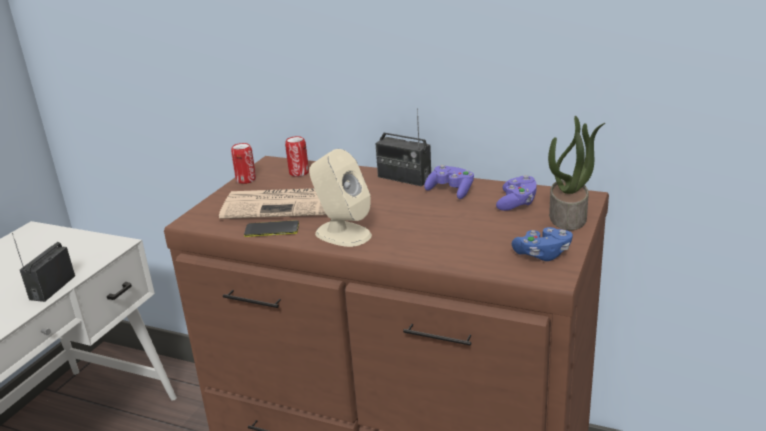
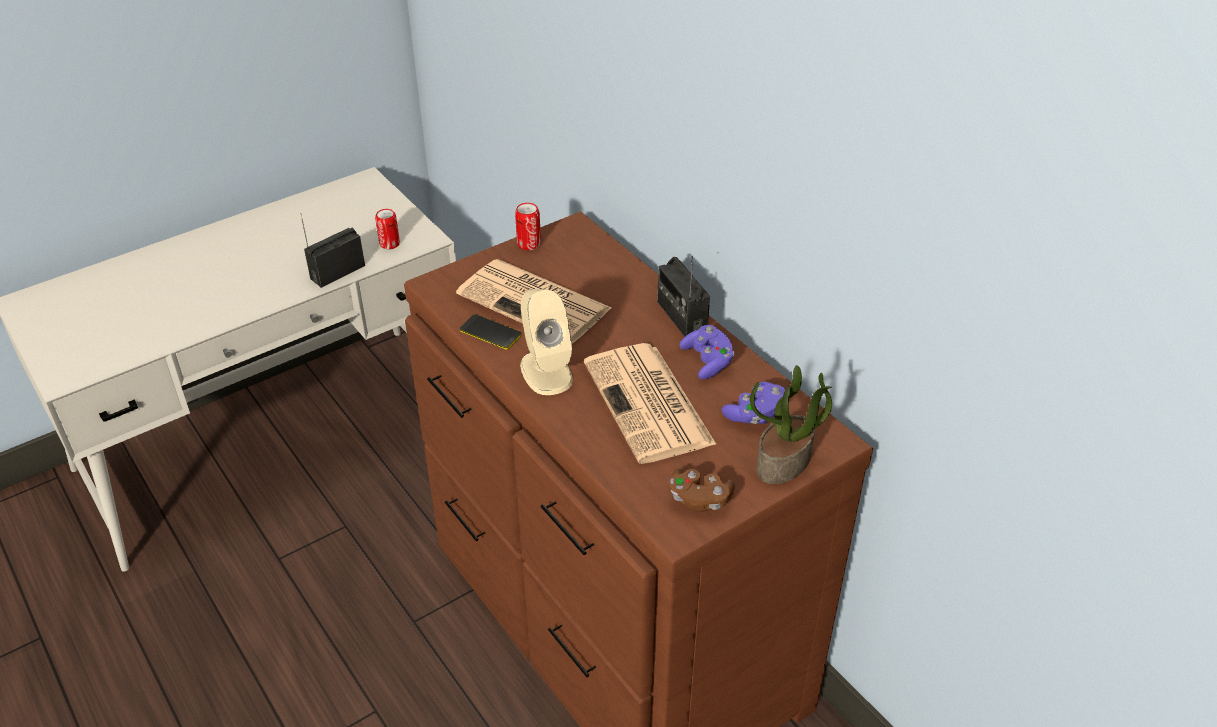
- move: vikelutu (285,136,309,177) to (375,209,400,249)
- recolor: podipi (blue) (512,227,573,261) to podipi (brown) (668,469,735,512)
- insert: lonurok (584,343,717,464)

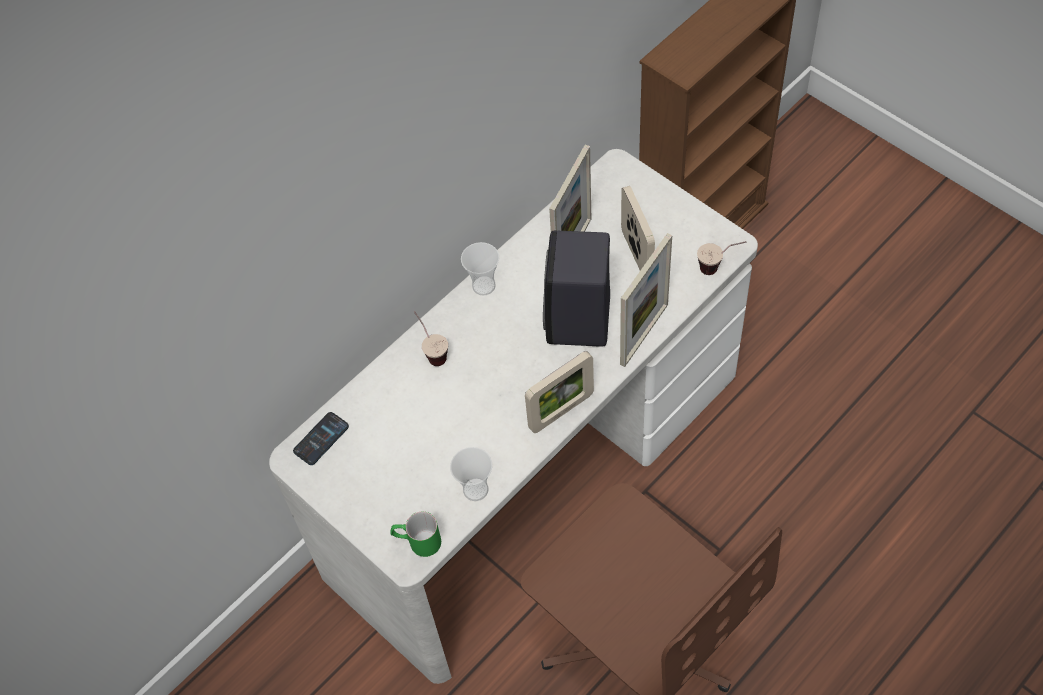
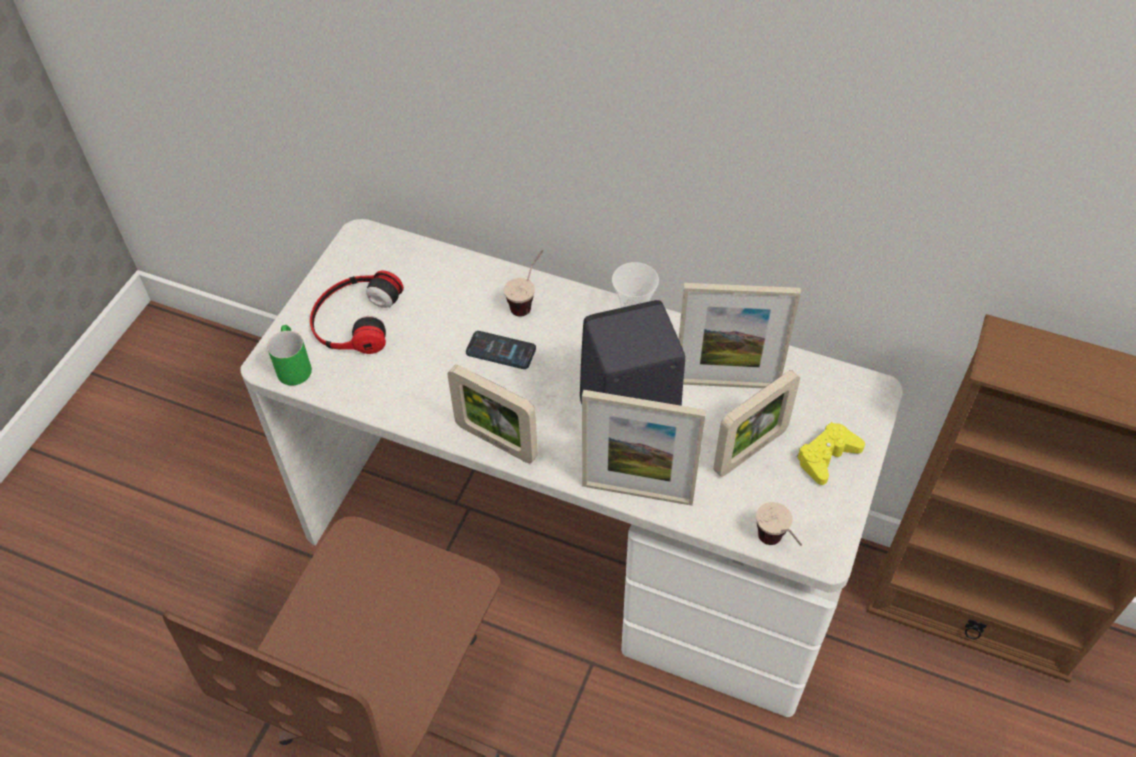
- move: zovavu (293,412,349,465) to (466,331,536,369)
- delete: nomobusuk (450,447,493,501)
- insert: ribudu (310,271,404,354)
- insert: podipi (yellow) (797,422,865,485)

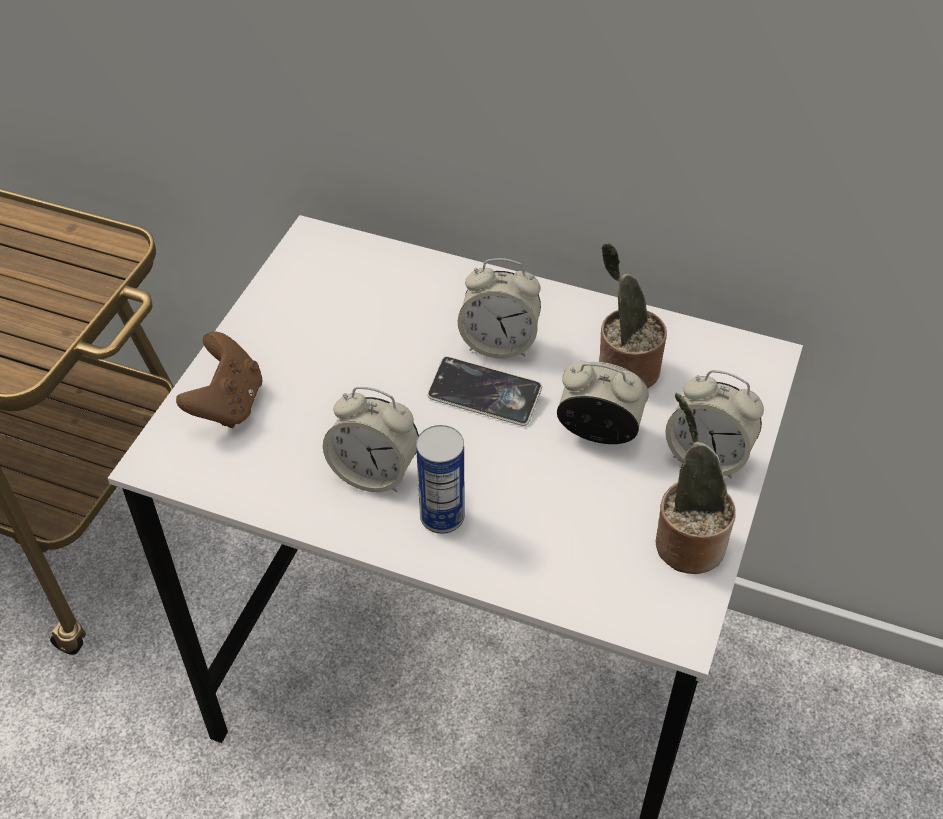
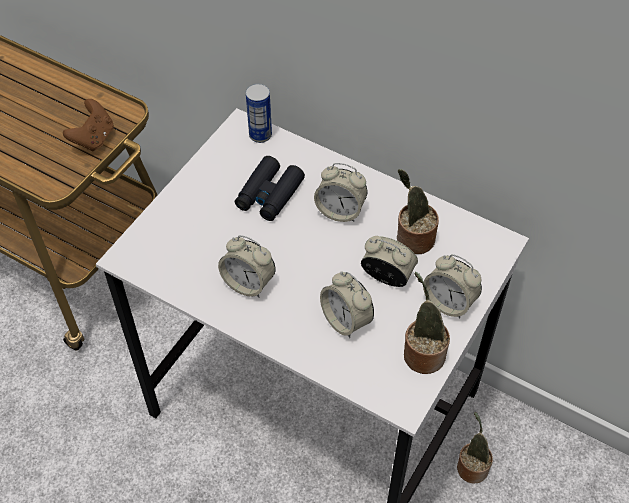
- move: podipi (brown) (176,331,262,428) to (63,99,114,151)
- delete: zovavu (427,356,542,426)
- move: vikelutu (416,425,465,534) to (246,84,272,143)
- insert: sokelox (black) (235,156,305,221)
- insert: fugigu (320,272,374,338)
- insert: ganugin (457,412,493,484)

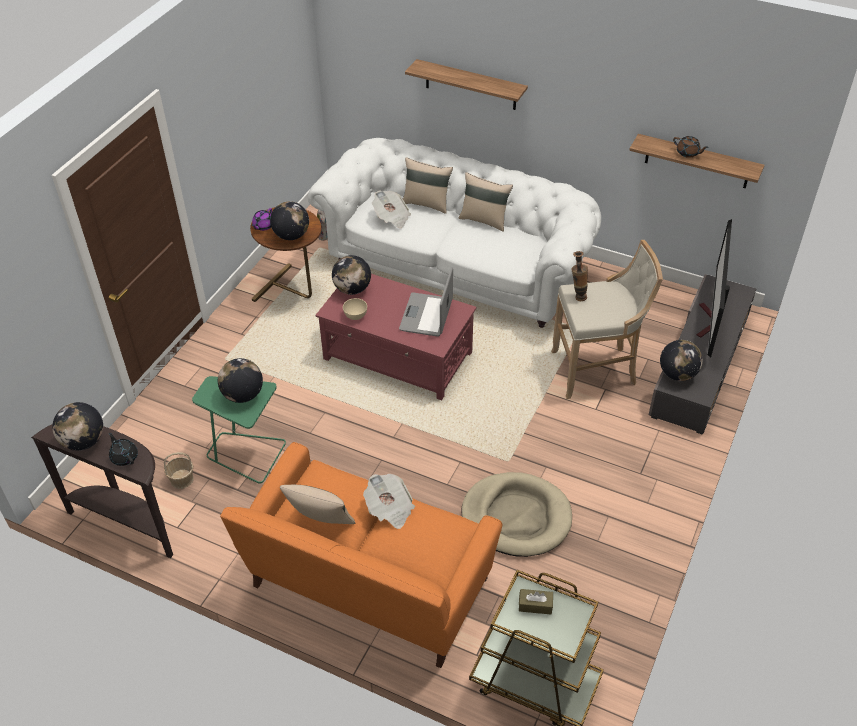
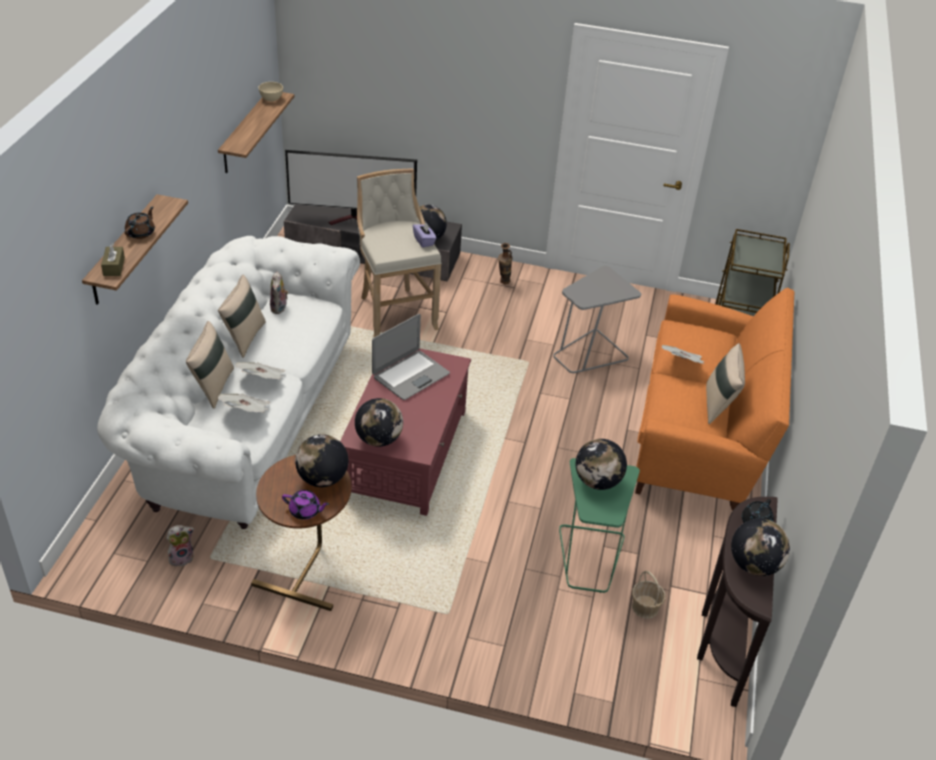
- move: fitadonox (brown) (673,136,709,158) to (125,207,155,239)
- move: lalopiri (571,251,588,301) to (498,243,513,284)
- rotate: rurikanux (399,267,453,337) = (372,314,450,400) 45 degrees counterclockwise
- move: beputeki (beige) (343,298,367,320) to (258,82,283,102)
- replace: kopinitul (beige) (461,472,572,557) to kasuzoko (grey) (553,266,641,373)
- move: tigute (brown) (519,589,553,615) to (101,243,125,276)
- insert: tigute (purple) (413,222,437,248)
- insert: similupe (270,271,289,314)
- insert: lonurok (235,362,285,379)

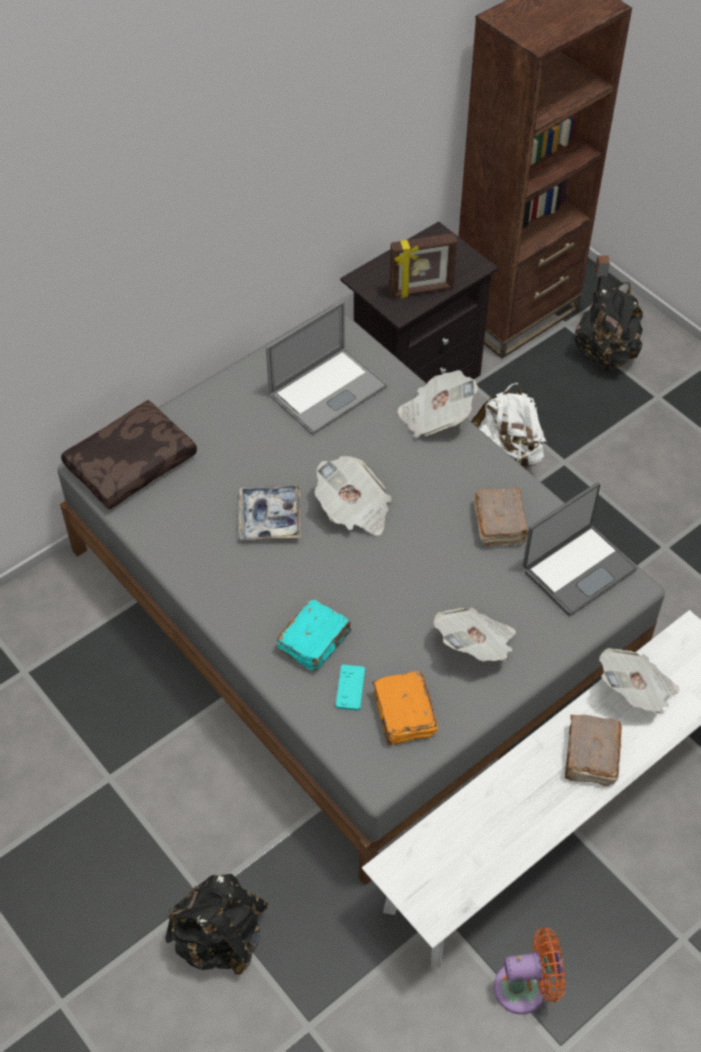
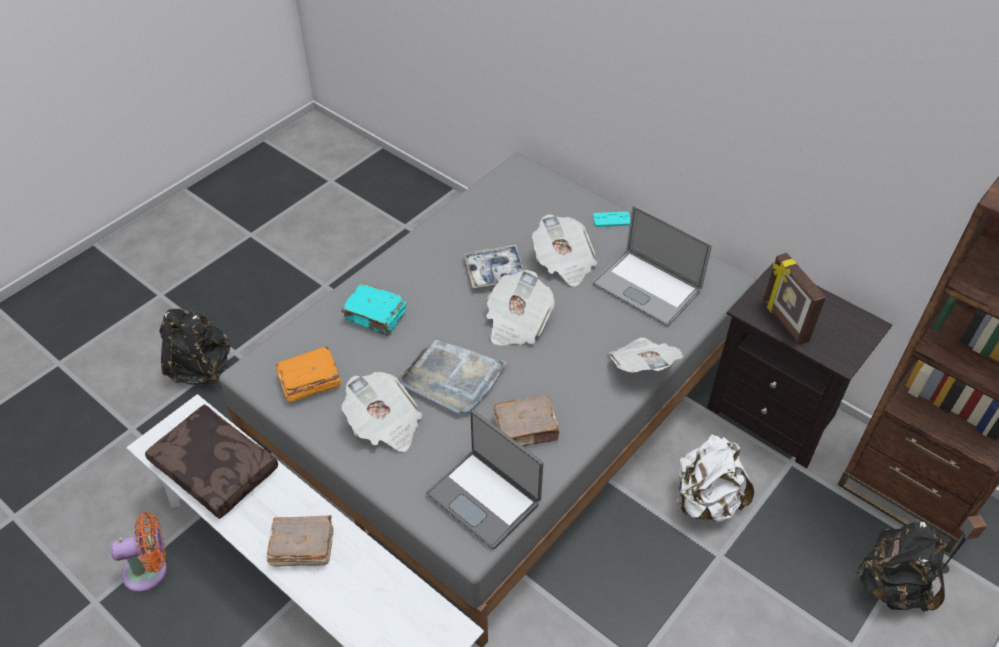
- move: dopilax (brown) (61,400,197,510) to (145,404,278,519)
- move: lonurok (599,648,680,713) to (532,214,597,287)
- move: podipi (turquoise) (336,665,365,711) to (593,212,630,227)
- rotate: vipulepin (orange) (494,927,565,1014) = (110,512,167,592) 90 degrees counterclockwise
- insert: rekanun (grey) (398,340,507,413)

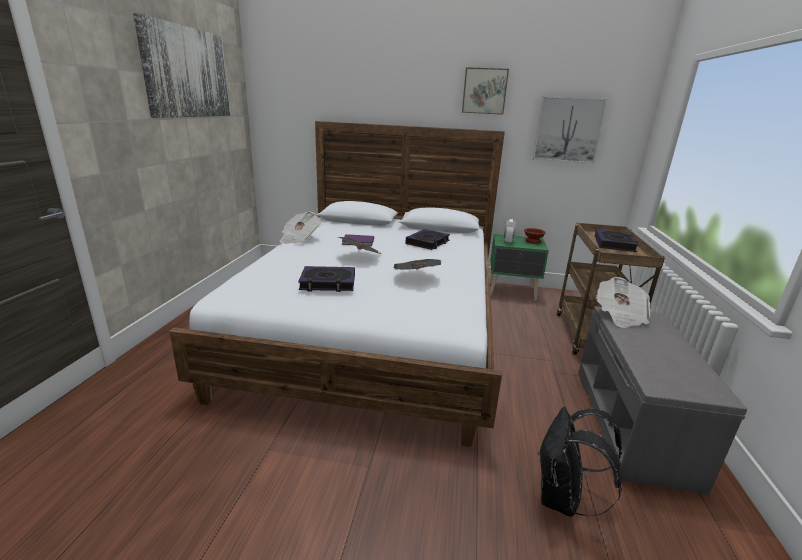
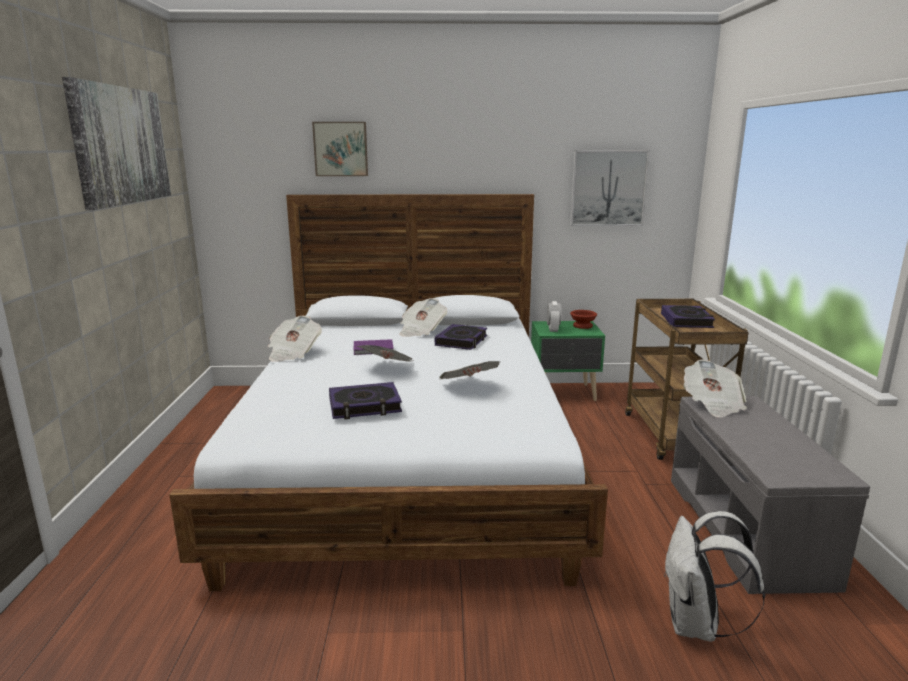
- move: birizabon (462,67,509,115) to (312,122,368,176)
- recolor: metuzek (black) (538,407,622,517) to metuzek (white) (664,511,765,642)
- insert: lonurok (400,298,447,337)

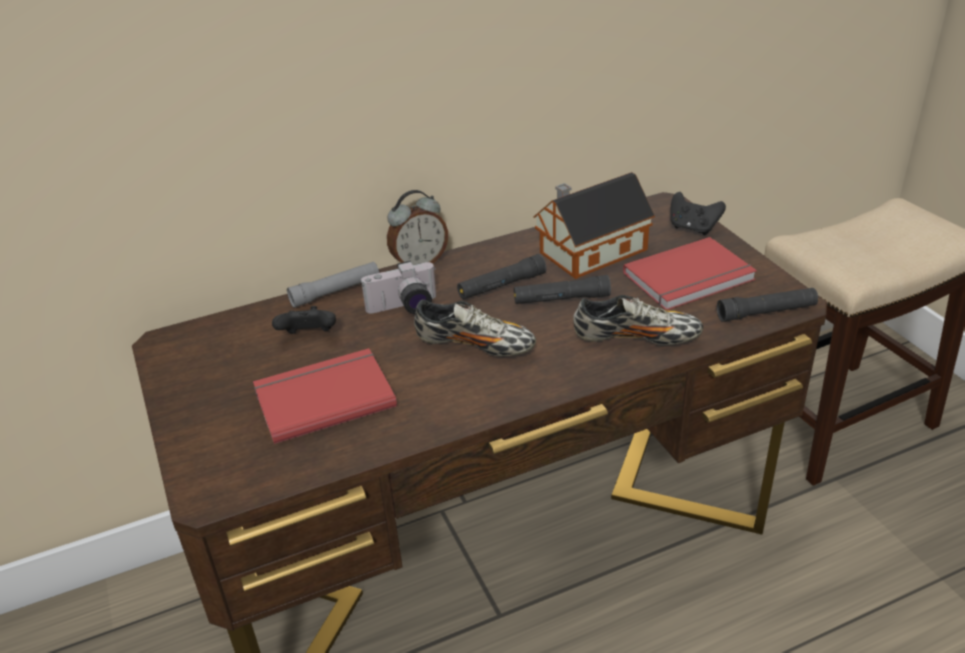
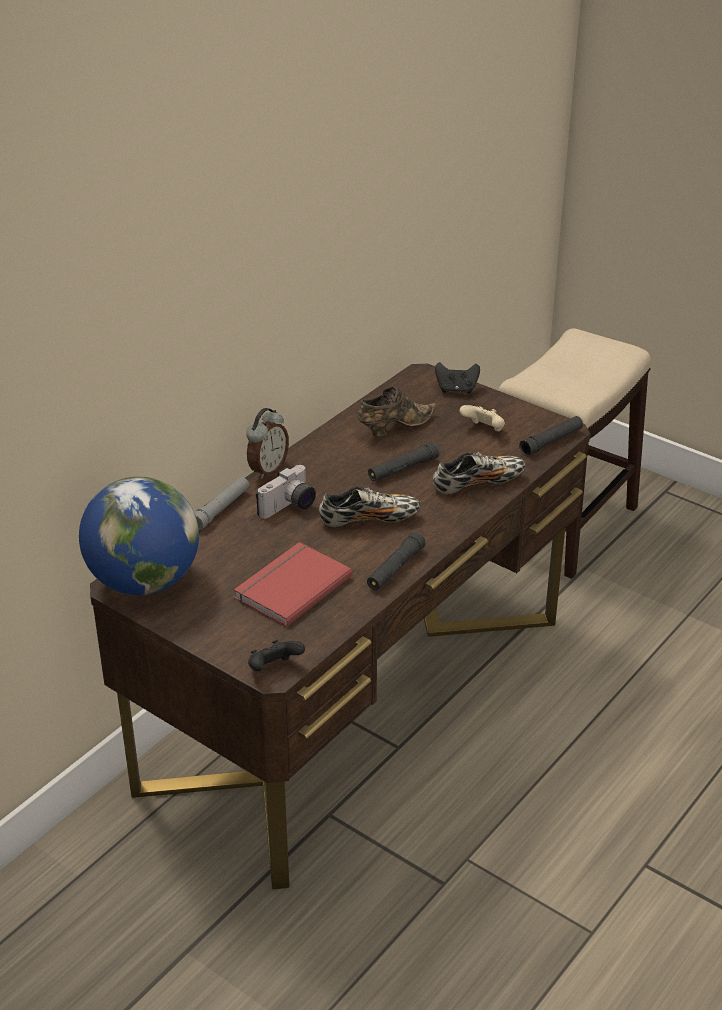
- replace: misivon (533,172,655,279) to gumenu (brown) (357,387,436,437)
- replace: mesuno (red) (623,237,757,310) to podipi (beige) (459,405,505,431)
- move: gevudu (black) (457,254,547,299) to (367,532,426,590)
- move: podipi (black) (272,306,336,334) to (248,640,305,671)
- insert: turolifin (79,477,199,595)

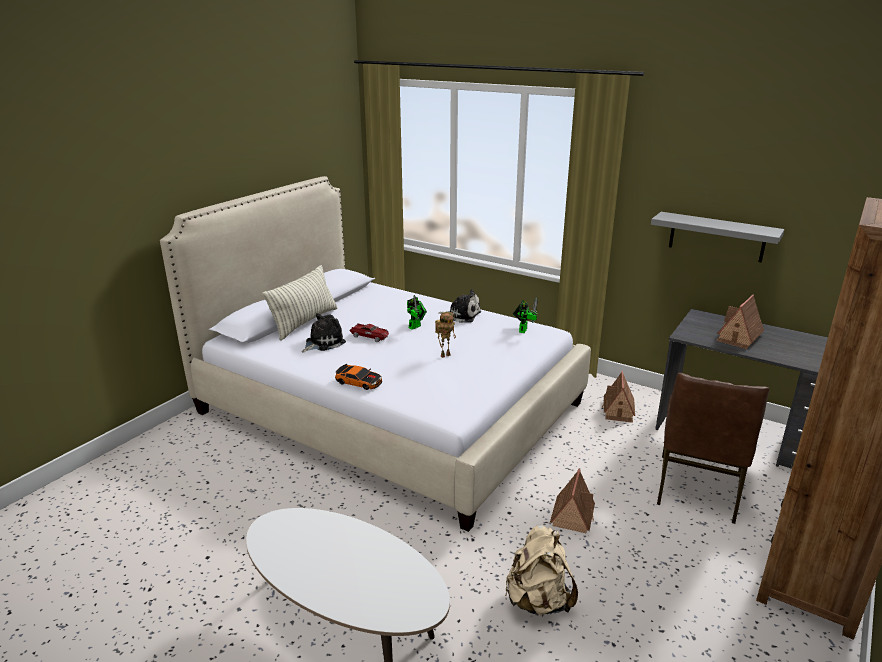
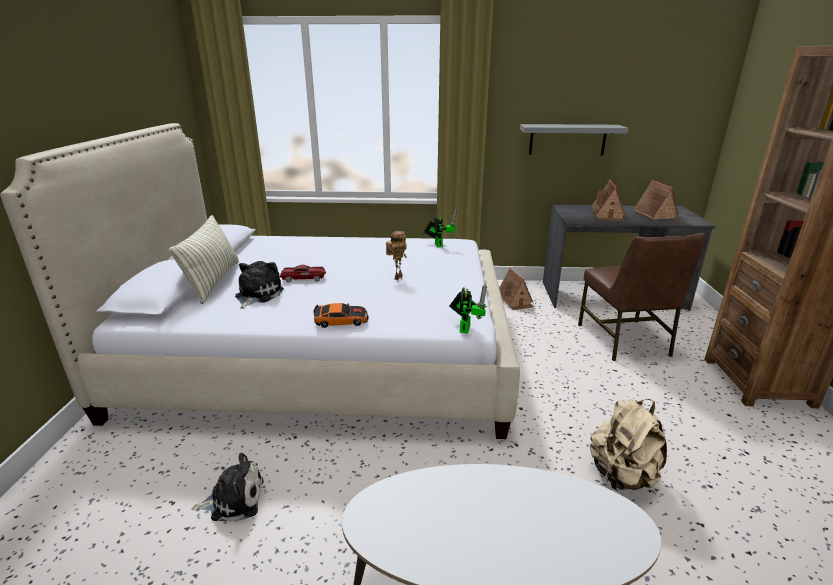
- move: similupe (438,289,481,323) to (191,453,264,522)
- move: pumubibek (407,295,427,330) to (449,284,487,334)
- move: misivon (550,469,595,533) to (633,180,679,220)

